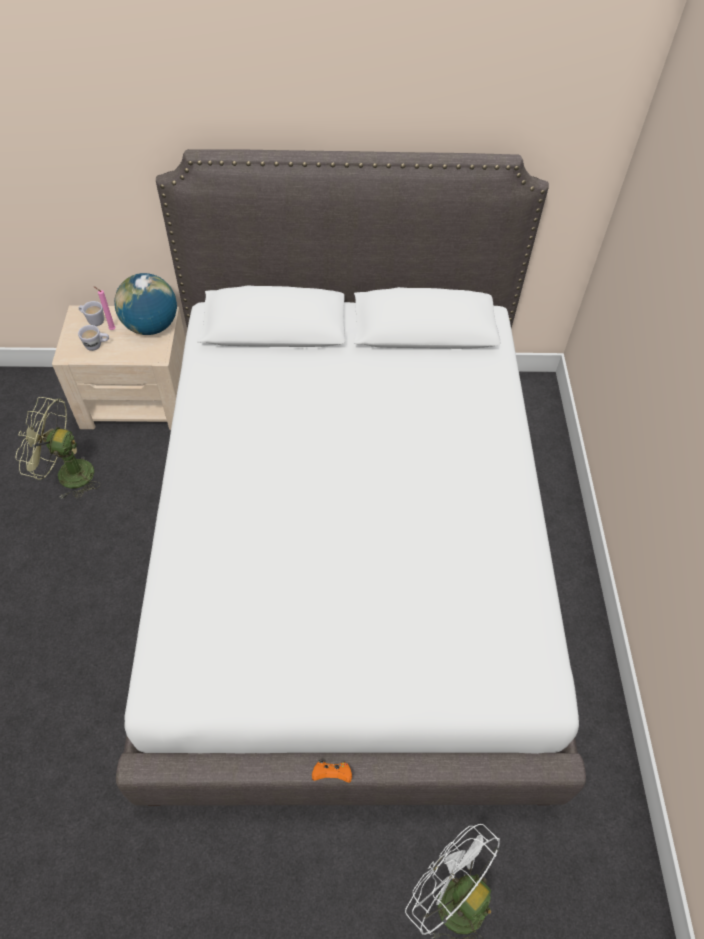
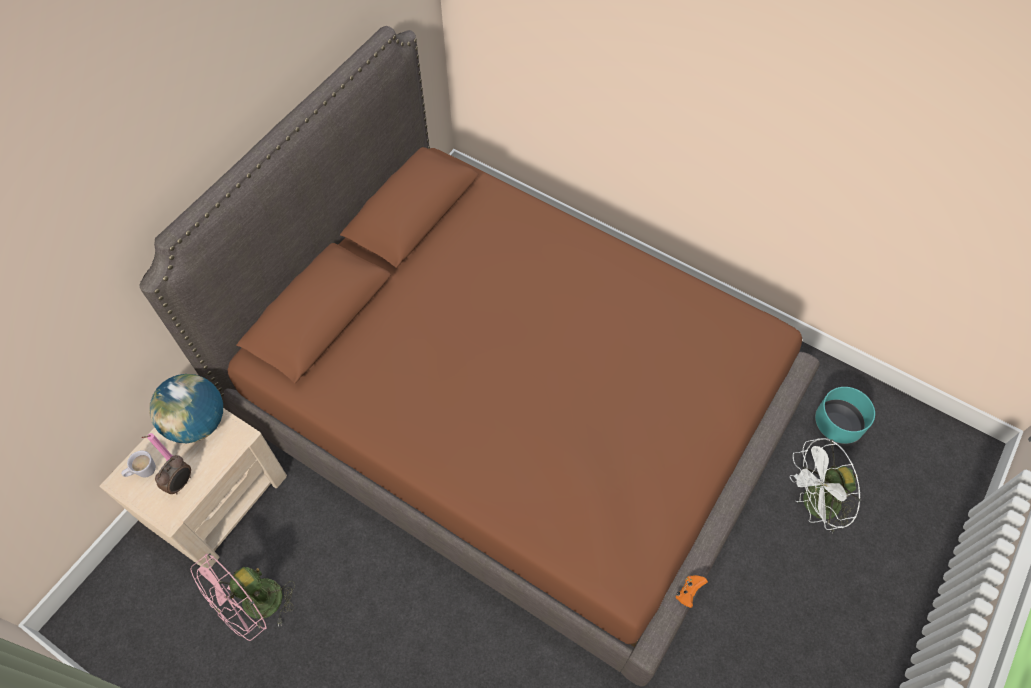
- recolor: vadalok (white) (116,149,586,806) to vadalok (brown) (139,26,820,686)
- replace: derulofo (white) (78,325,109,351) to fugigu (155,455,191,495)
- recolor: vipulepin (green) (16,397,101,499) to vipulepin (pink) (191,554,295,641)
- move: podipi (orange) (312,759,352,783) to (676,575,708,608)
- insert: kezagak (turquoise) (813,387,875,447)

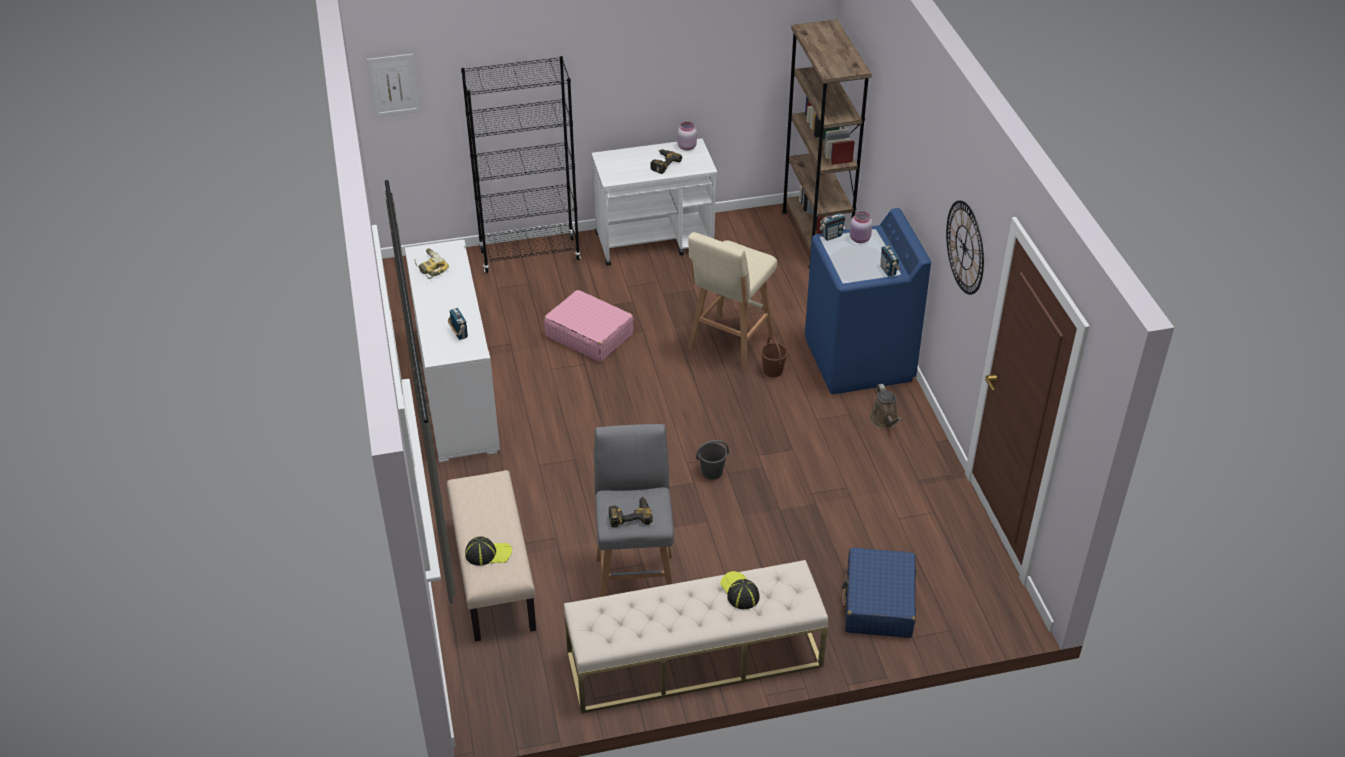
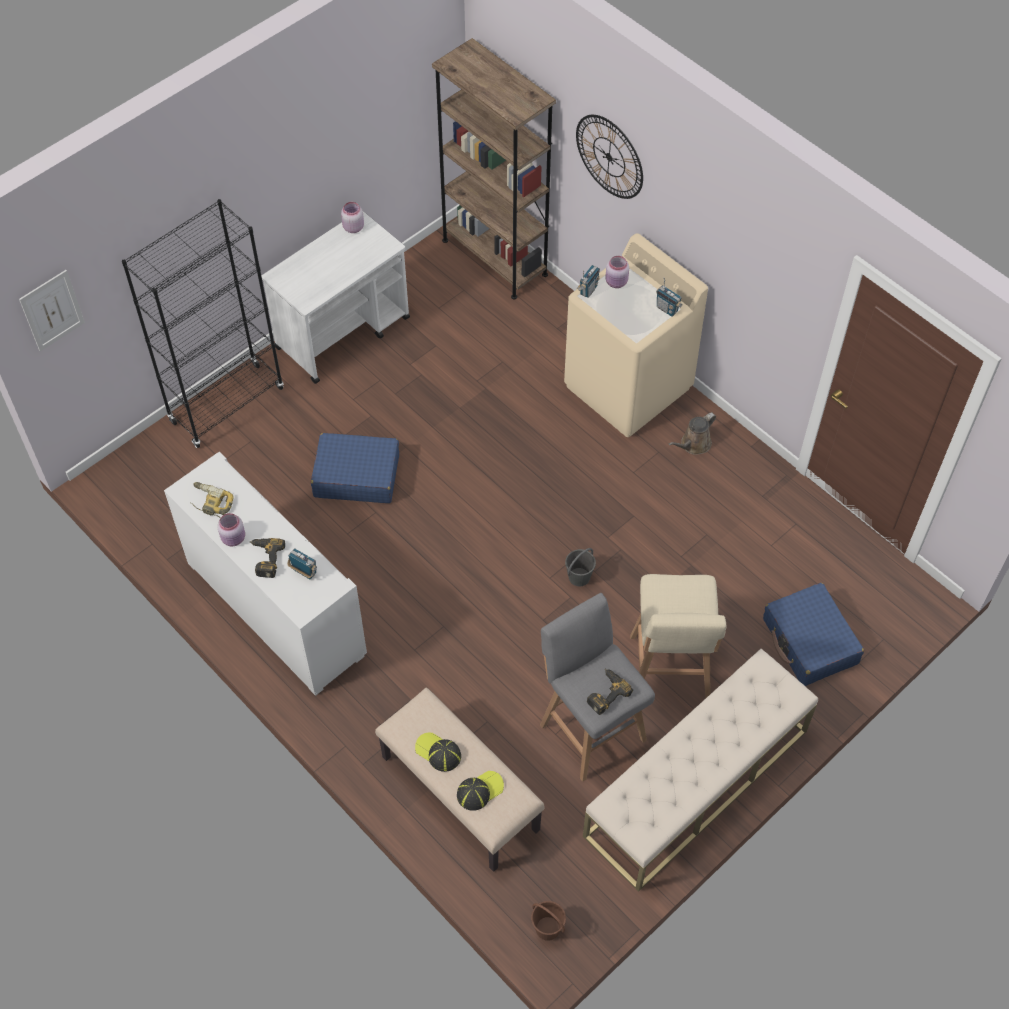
- move: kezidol (650,149,682,174) to (250,538,285,578)
- move: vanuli (946,200,984,295) to (576,115,643,199)
- recolor: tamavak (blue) (805,208,931,394) to tamavak (beige) (564,233,708,437)
- move: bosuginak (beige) (688,232,777,371) to (630,574,726,699)
- recolor: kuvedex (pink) (544,290,634,362) to kuvedex (blue) (311,433,399,503)
- move: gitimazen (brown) (761,336,788,377) to (531,901,566,941)
- rotate: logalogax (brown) (869,384,902,429) = (669,412,716,455) 90 degrees clockwise
- move: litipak (720,571,759,609) to (415,733,461,772)
- insert: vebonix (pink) (217,513,245,546)

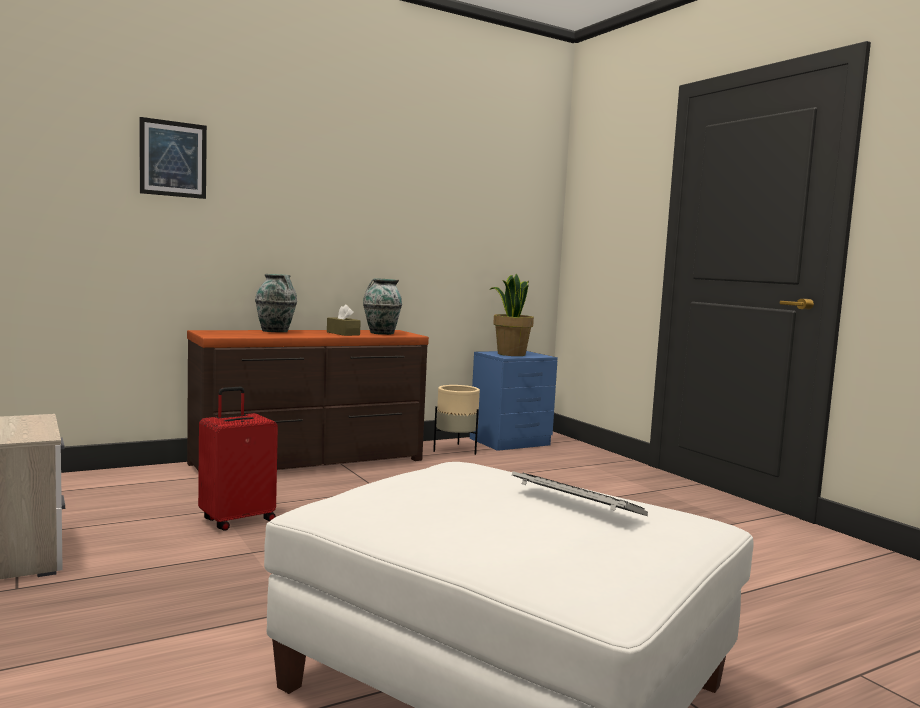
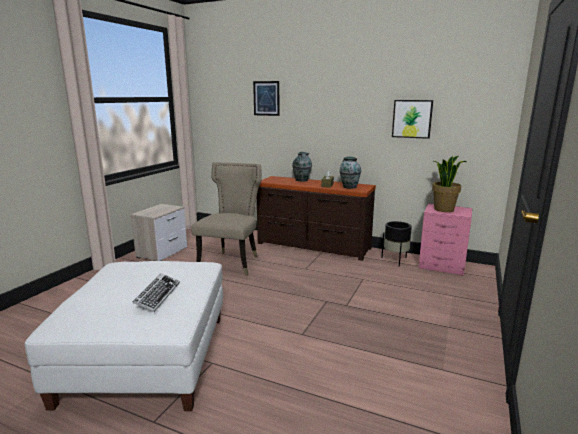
- recolor: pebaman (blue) (470,351,558,451) to pebaman (pink) (419,204,472,275)
- recolor: kezagak (beige) (433,385,480,455) to kezagak (black) (382,221,412,267)
- replace: kuvedex (red) (198,387,278,531) to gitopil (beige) (191,162,261,276)
- insert: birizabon (392,100,433,139)

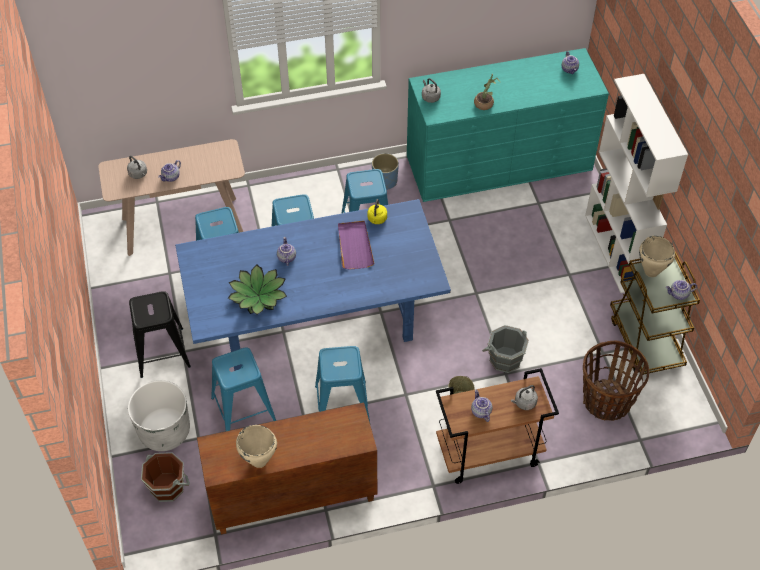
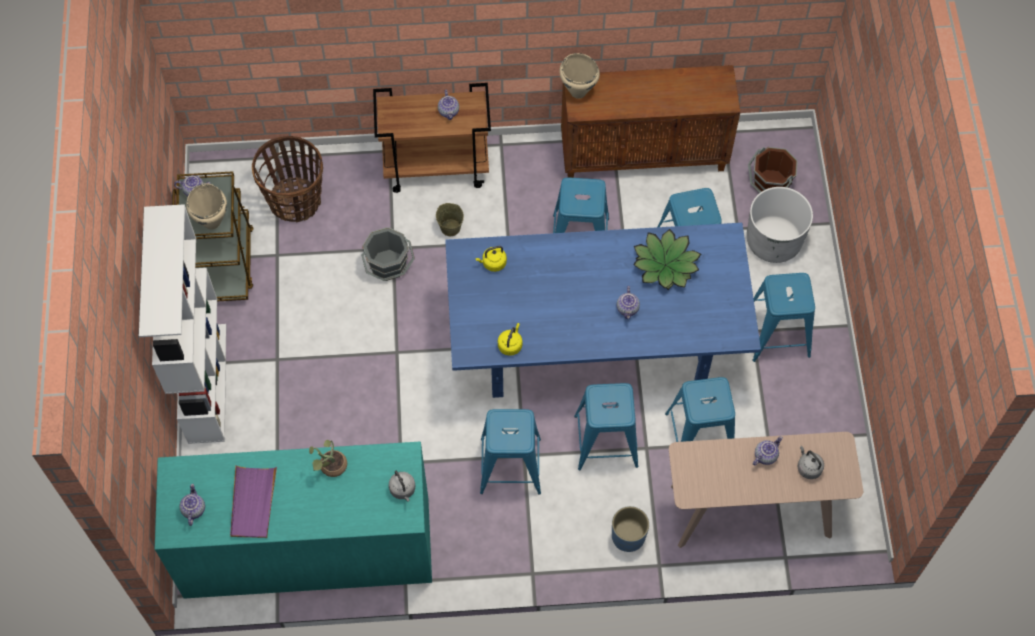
- move: kezagak (blue) (372,153,399,190) to (612,506,649,552)
- move: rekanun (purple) (338,221,374,269) to (230,465,277,538)
- recolor: bosuginak (black) (129,291,191,378) to bosuginak (blue) (753,273,815,362)
- delete: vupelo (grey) (511,385,538,410)
- move: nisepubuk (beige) (236,425,277,468) to (559,53,600,99)
- insert: vupelo (yellow) (475,246,507,272)

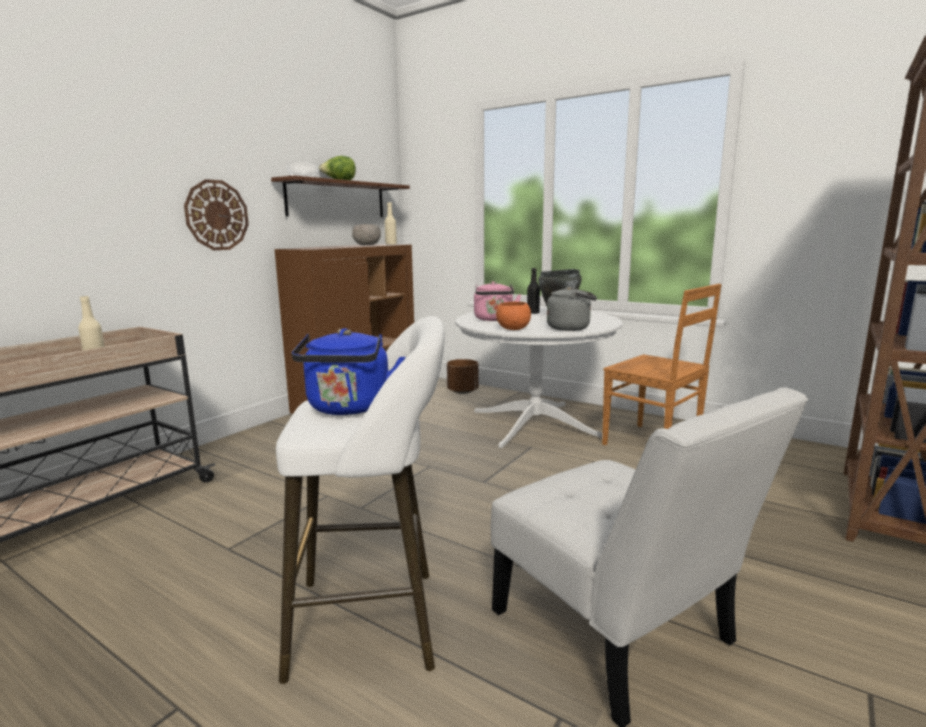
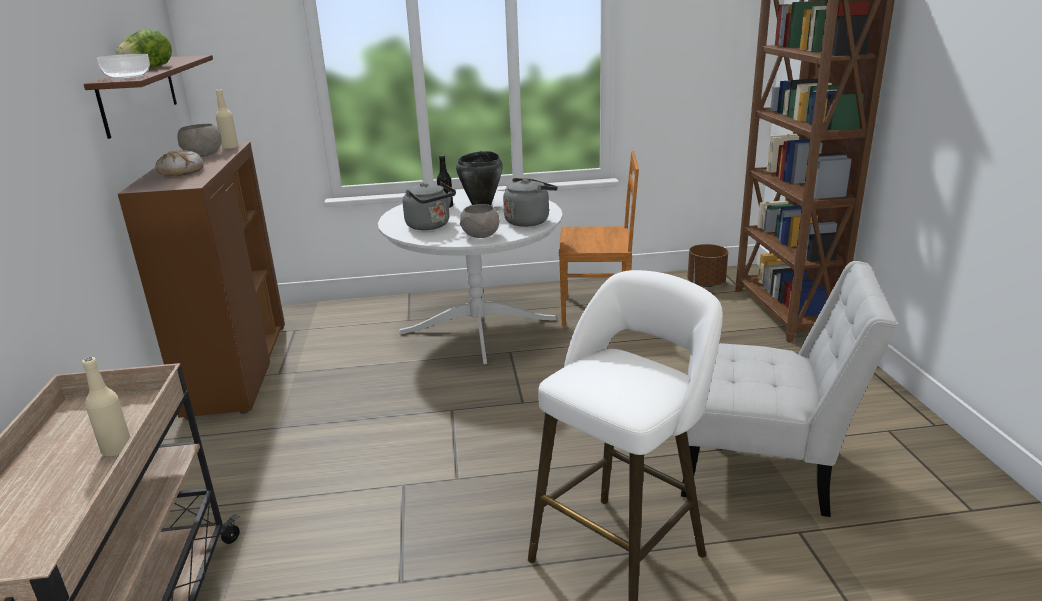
- delete: vanuli (184,179,249,250)
- recolor: vupelo (pink) (474,281,521,321) to vupelo (grey) (403,182,456,230)
- recolor: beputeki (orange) (496,302,531,330) to beputeki (grey) (460,204,499,238)
- delete: vupelo (blue) (292,328,405,415)
- move: kezagak (brown) (447,359,479,394) to (688,244,728,287)
- insert: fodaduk (155,150,204,176)

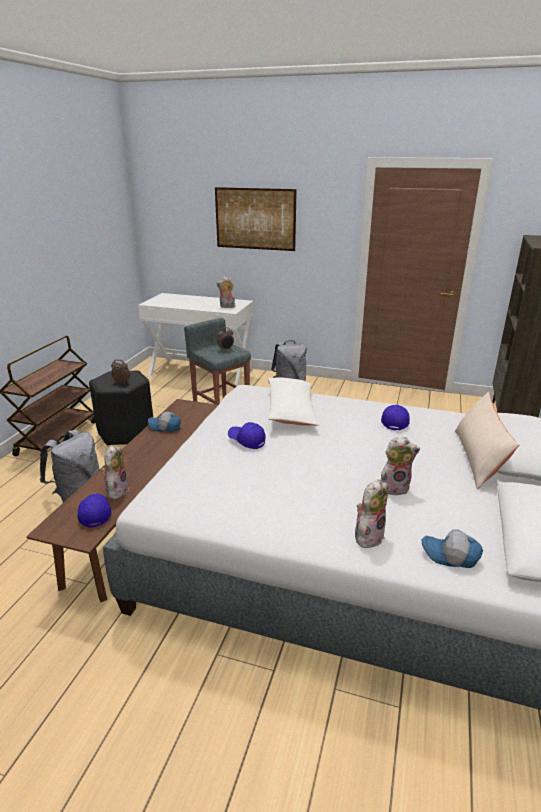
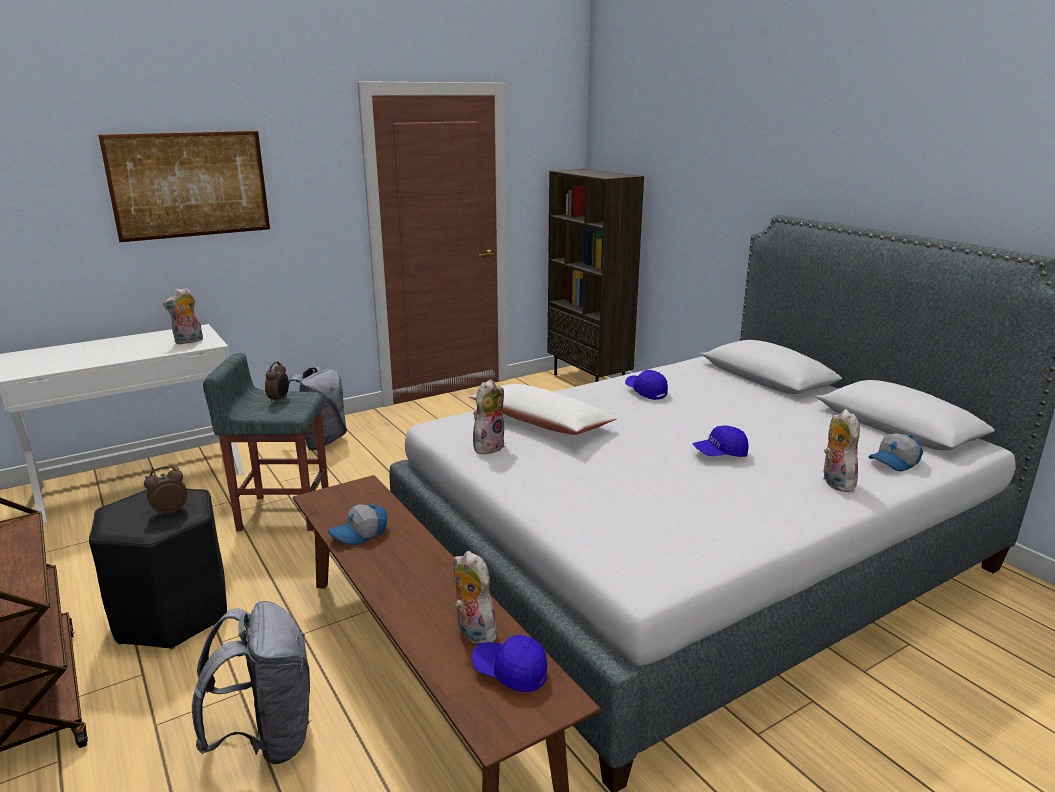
- delete: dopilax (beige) (455,392,519,490)
- move: litipak (blue) (228,422,265,449) to (692,425,748,457)
- move: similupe (381,437,420,496) to (473,379,505,454)

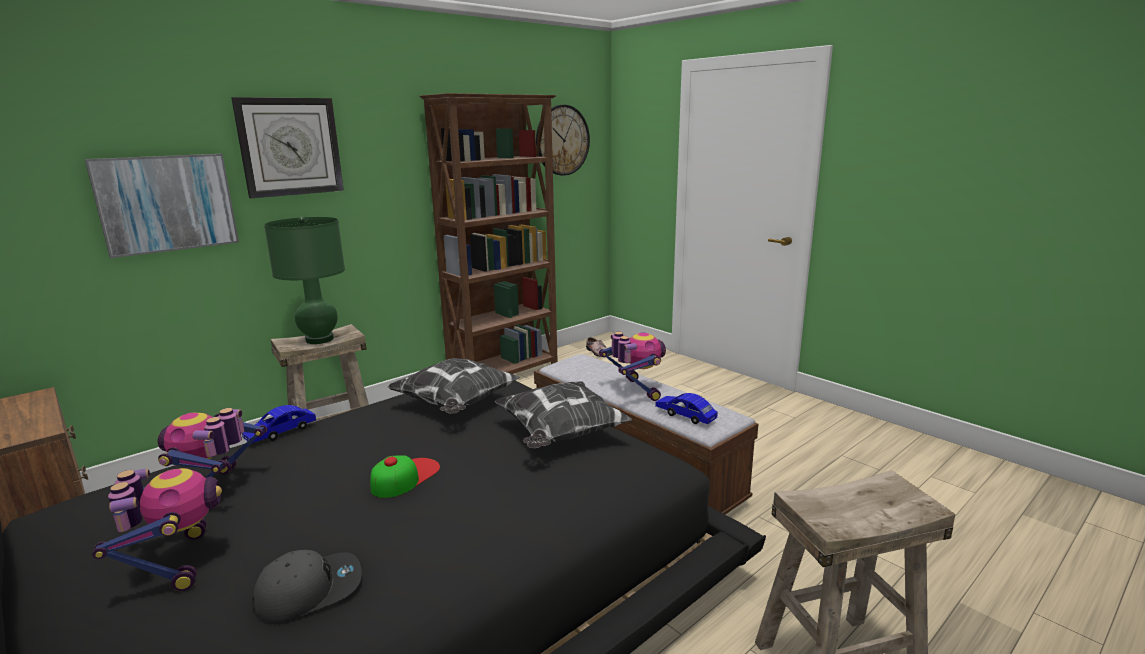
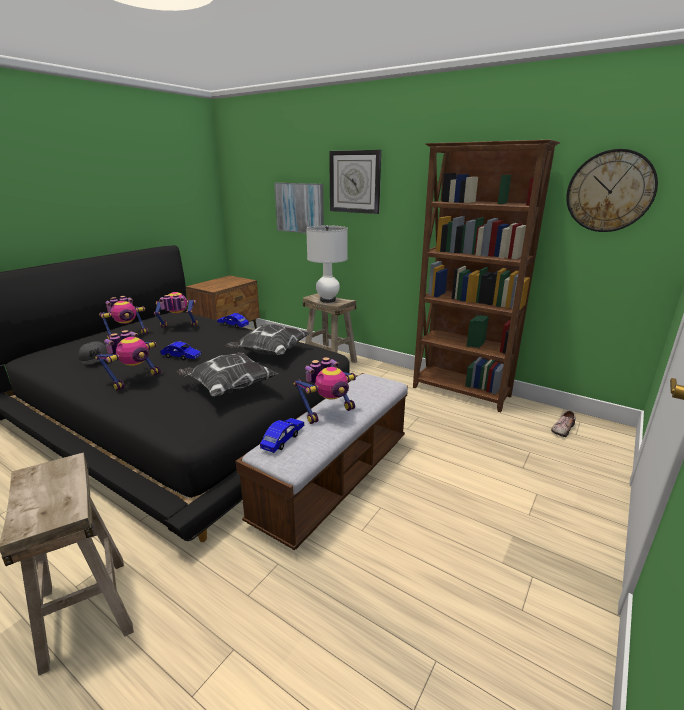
- recolor: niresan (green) (264,217,345,344) to niresan (white) (306,225,348,303)
- replace: litipak (370,455,440,498) to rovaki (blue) (160,341,202,360)
- insert: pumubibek (95,330,161,391)

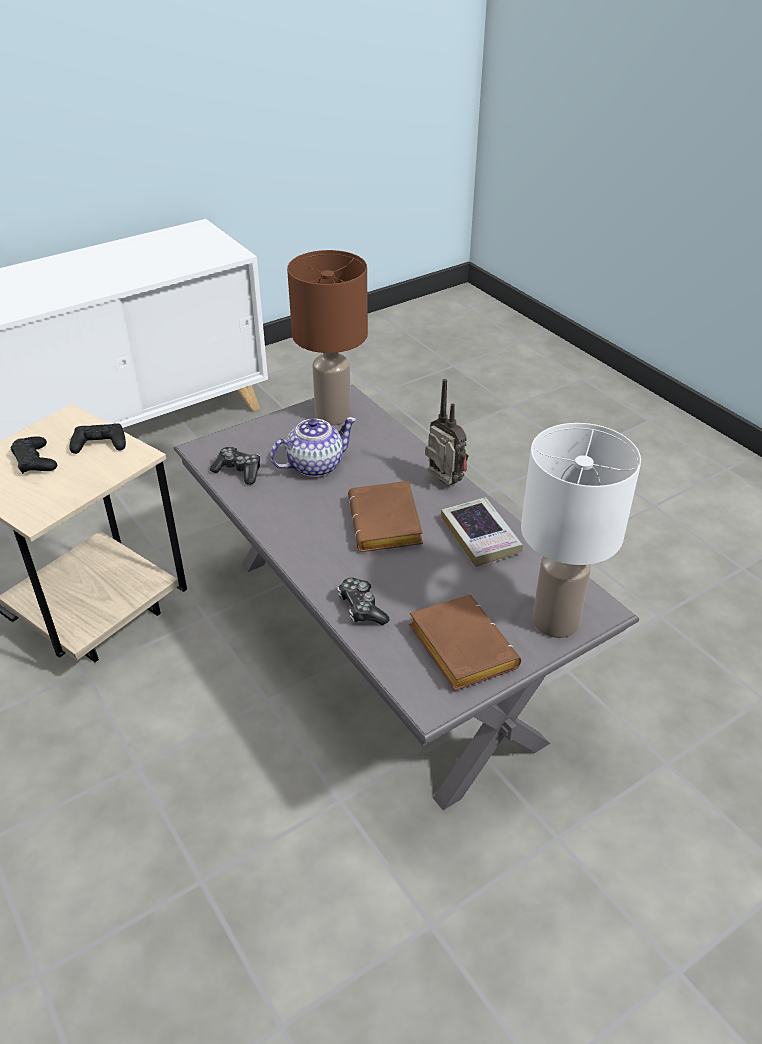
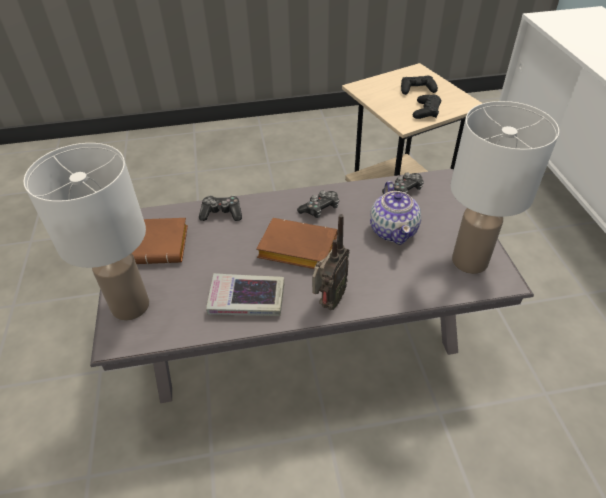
- recolor: niresan (brown) (287,250,368,426) to niresan (white) (451,101,559,274)
- rotate: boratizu (425,379,469,485) = (312,214,349,310) 45 degrees counterclockwise
- insert: podipi (297,190,339,218)

